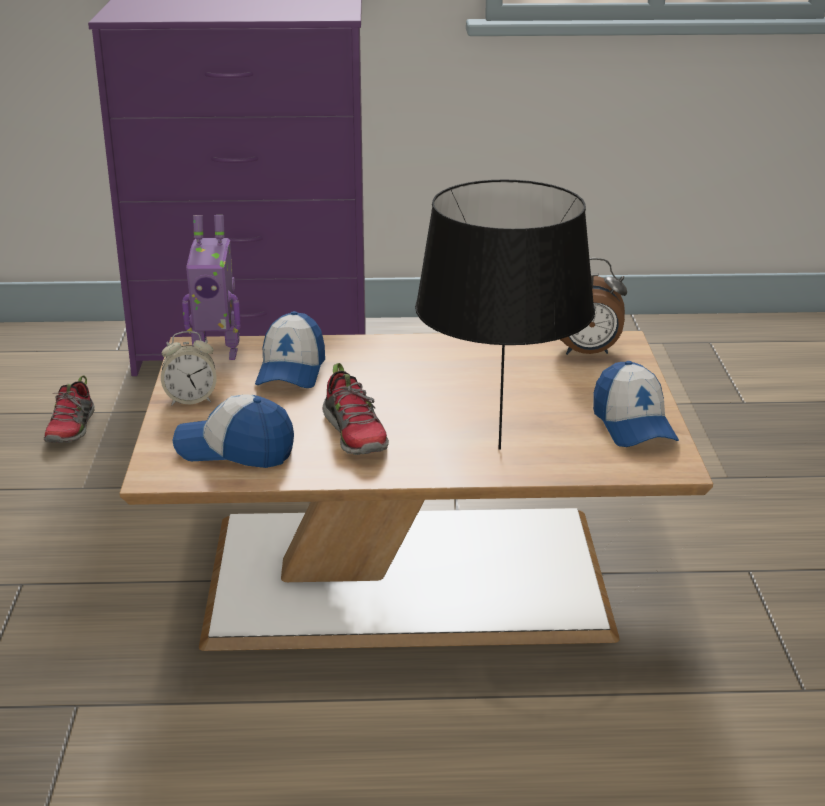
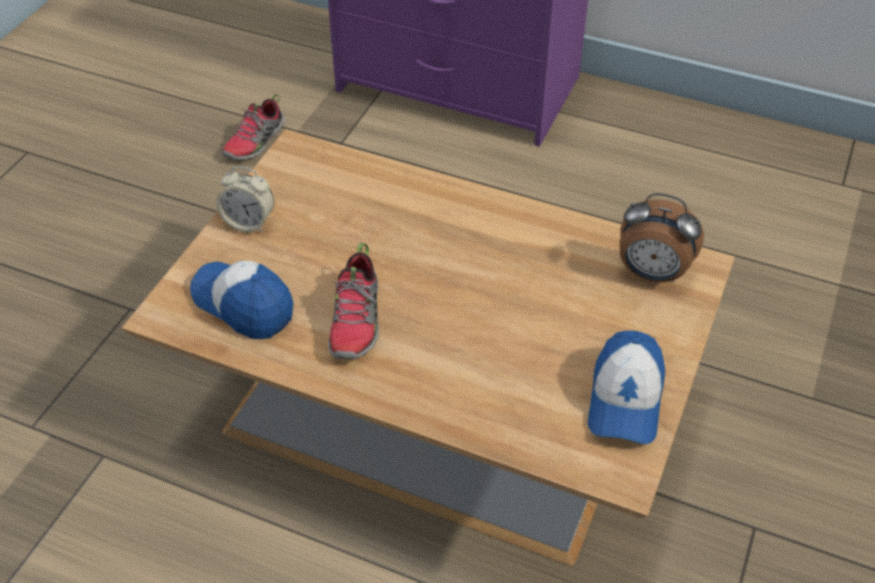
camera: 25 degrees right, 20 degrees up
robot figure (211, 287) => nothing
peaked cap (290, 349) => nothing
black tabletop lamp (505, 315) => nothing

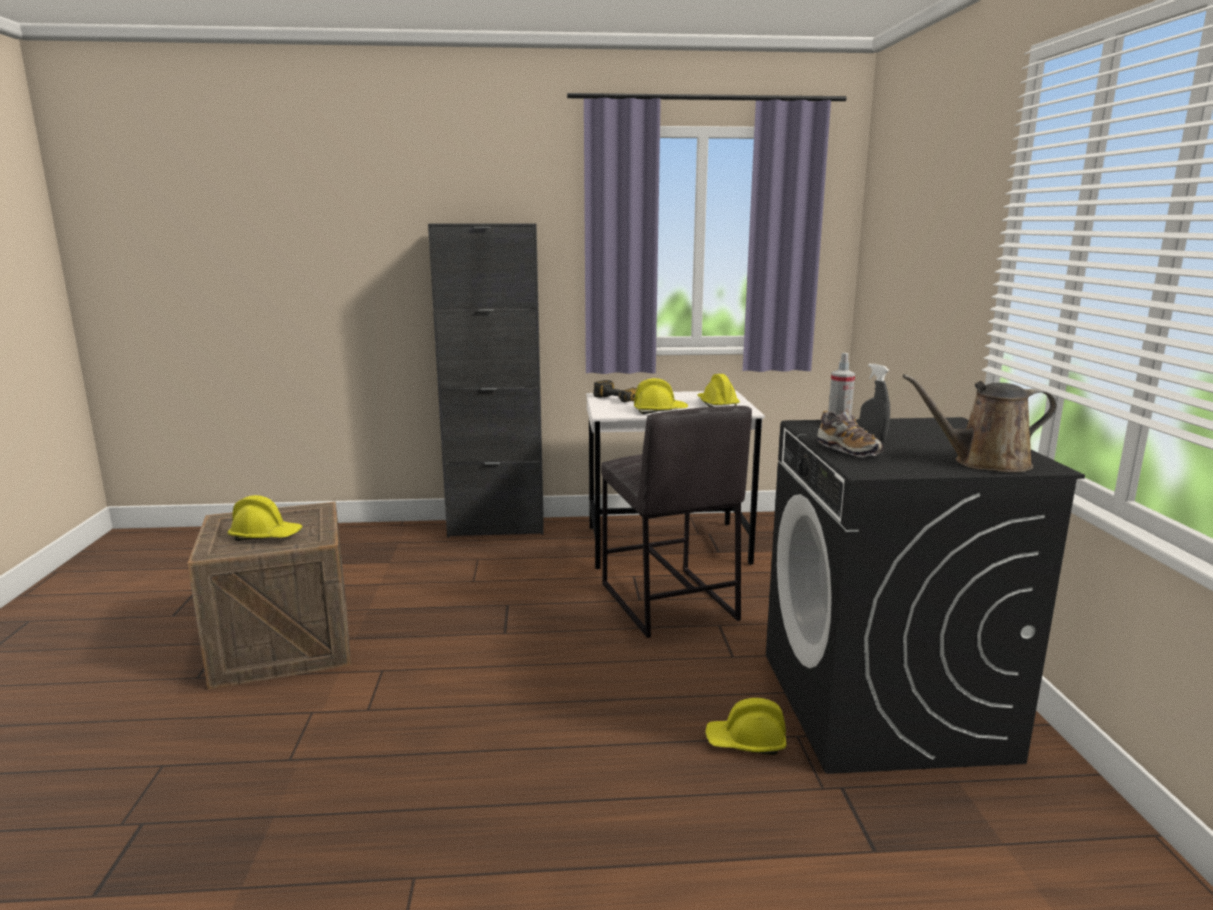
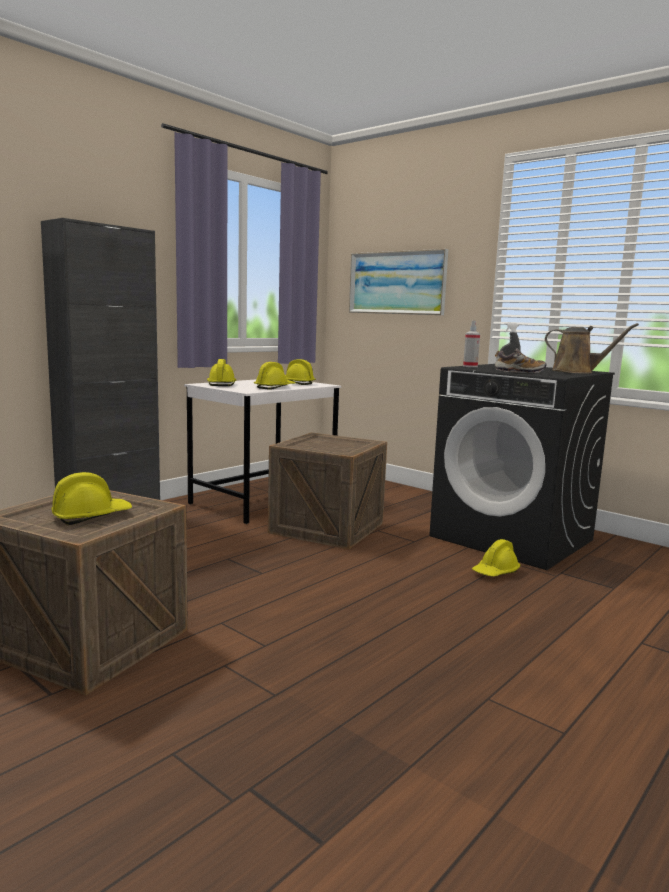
camera: 45 degrees left, 5 degrees down
electric drill (615, 391) => yellow safety helmet (221, 372)
grey stool seat (676, 522) => crate (327, 491)
nothing => wall art (398, 282)
brownish watering pot (979, 423) => brownish watering pot (592, 348), 105 degrees counterclockwise

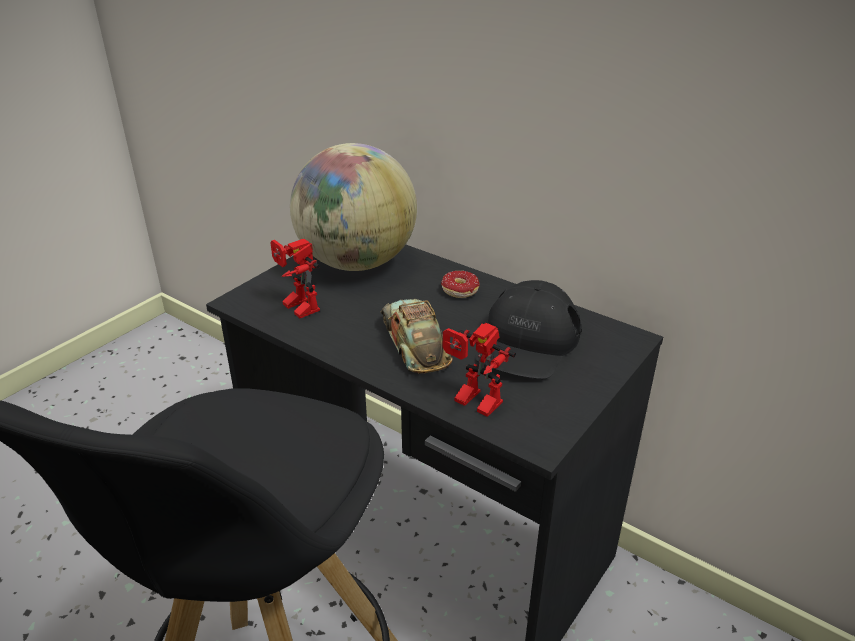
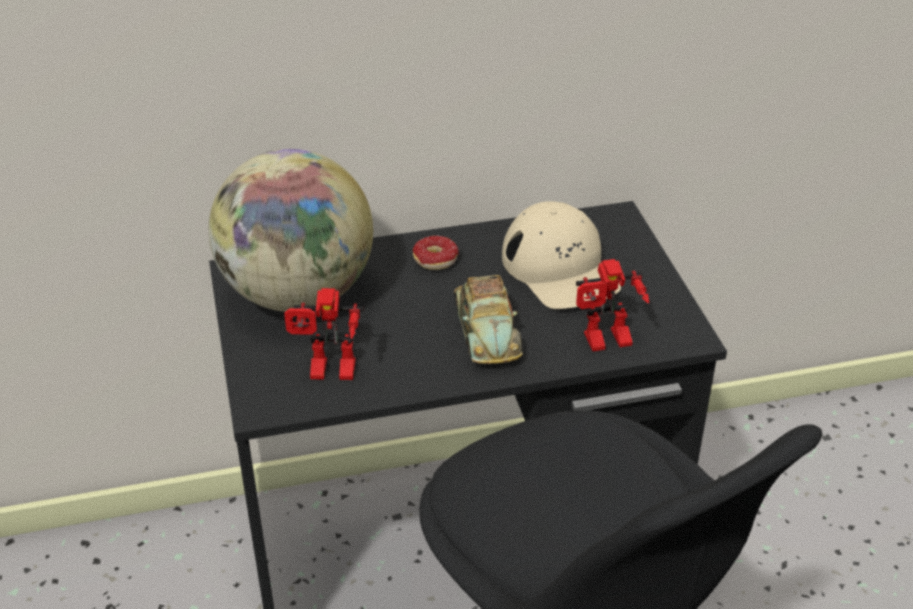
camera: 50 degrees left, 5 degrees up
model car (417, 336) => model car (488, 319), 120 degrees counterclockwise
black peaked cap (528, 329) => beige-coloured peaked cap (561, 255)

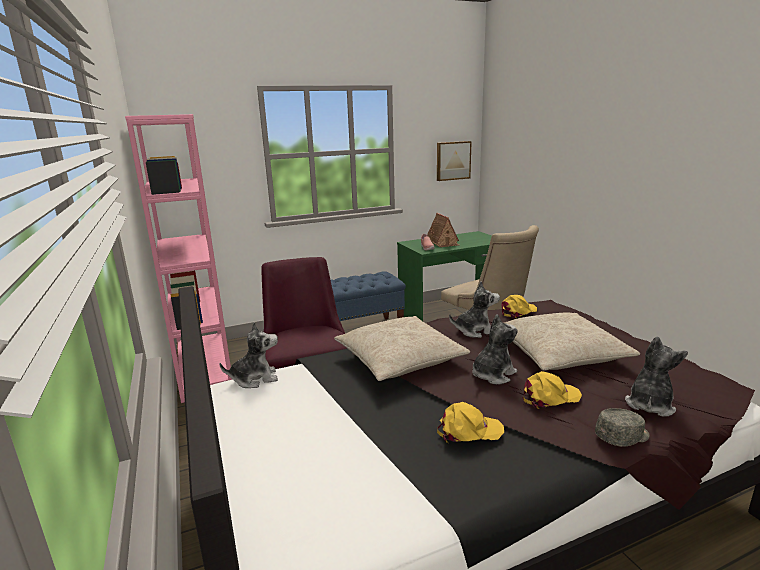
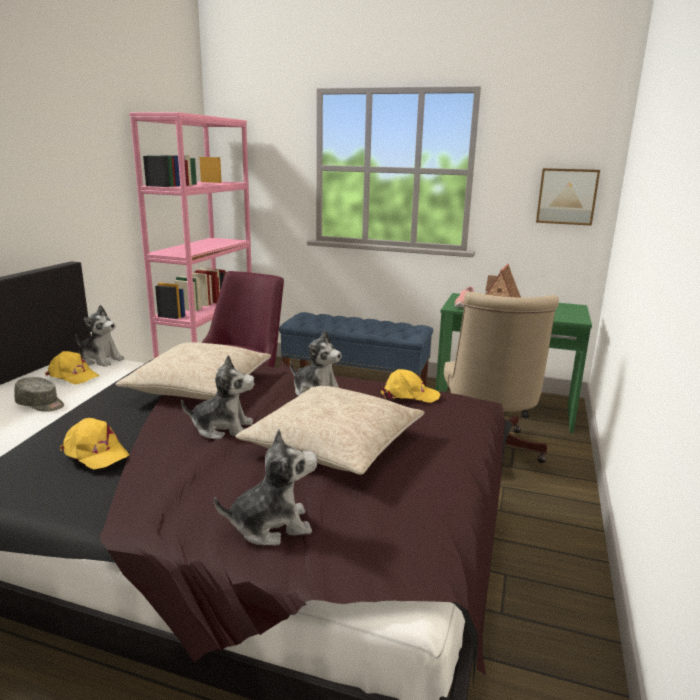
camera: 40 degrees right, 0 degrees up
grey peaked cap (622, 427) => grey peaked cap (39, 394), relocated
yellow peaked cap (552, 390) => yellow peaked cap (72, 368), relocated

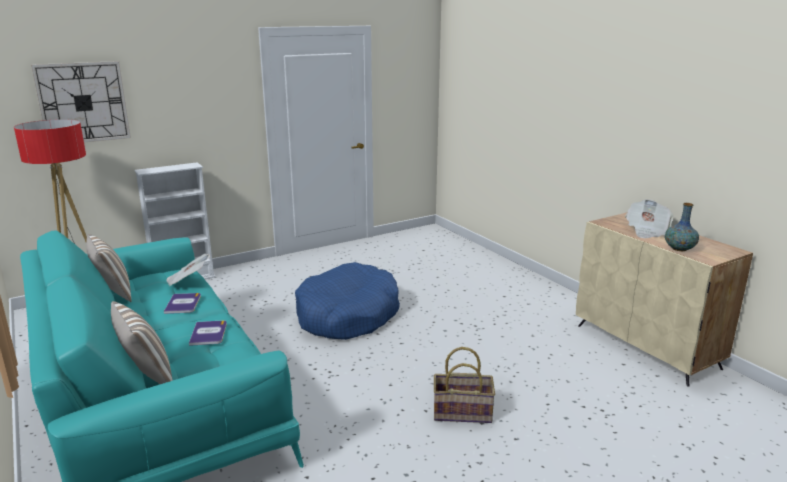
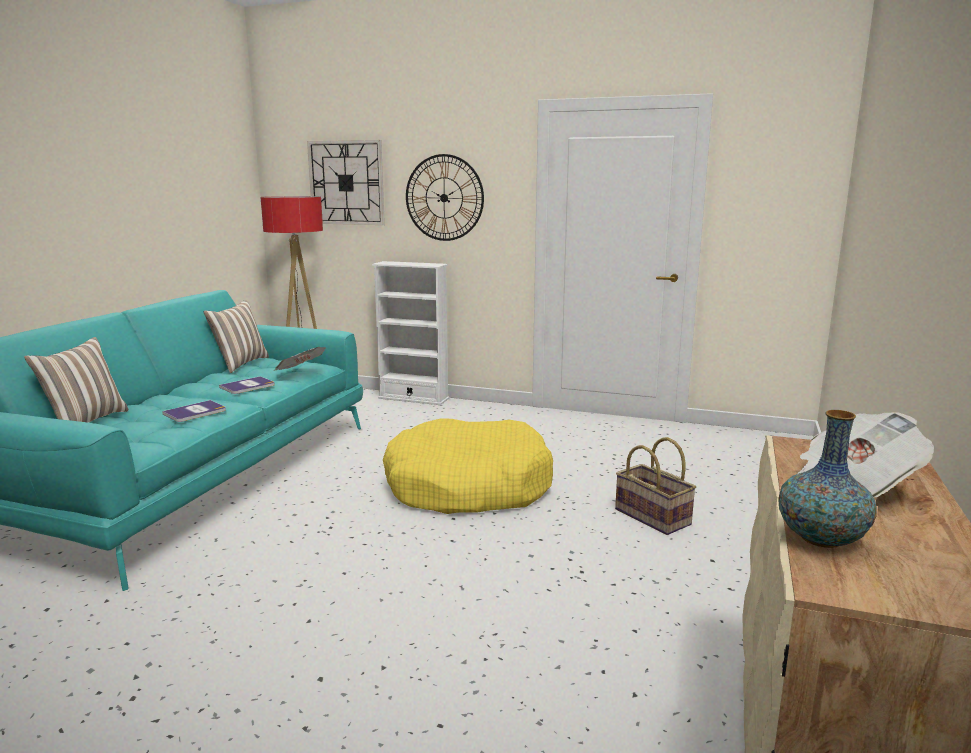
camera: 50 degrees right, 5 degrees down
bluish pet bed (347, 301) => yellow pet bed (468, 466)
nothing => hanging clock (445, 197)
household basket (464, 385) => household basket (655, 486), relocated

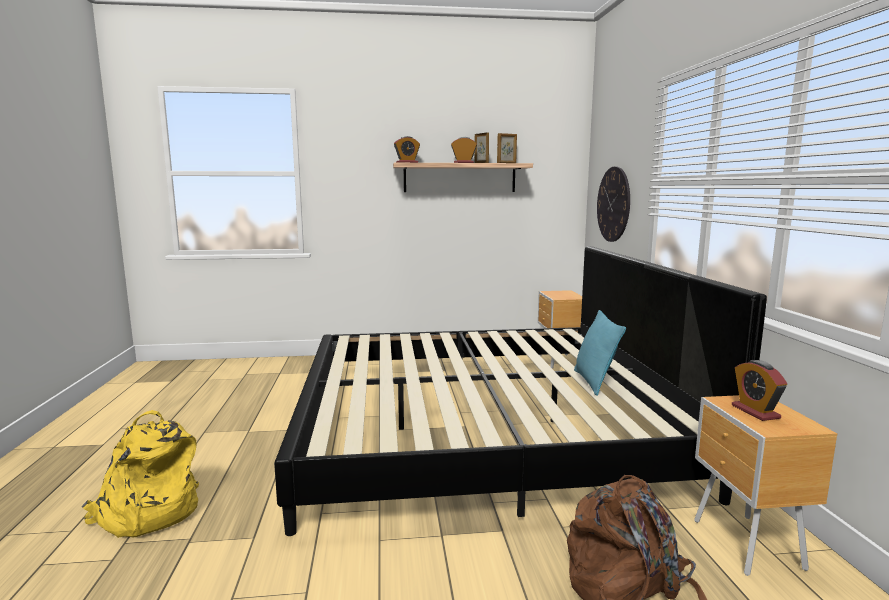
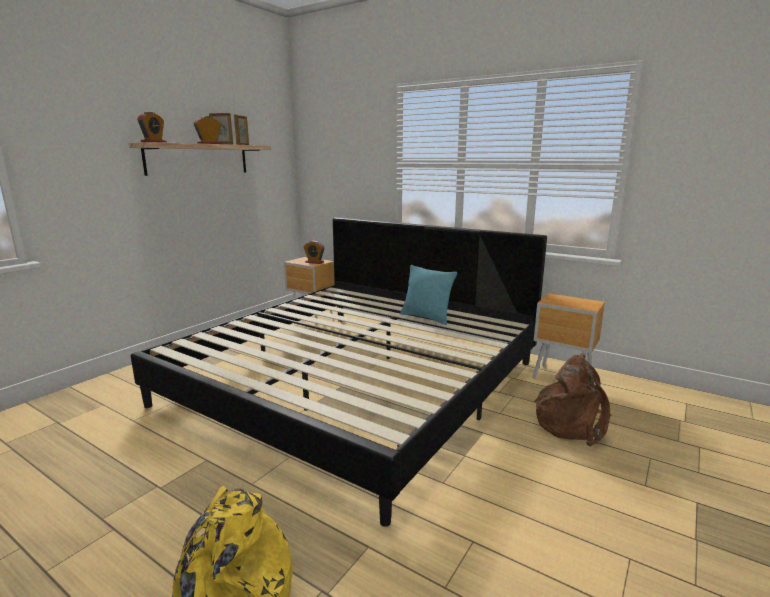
camera: 50 degrees left, 5 degrees up
alarm clock (759, 390) => alarm clock (314, 252), relocated
hanging clock (613, 204) => nothing

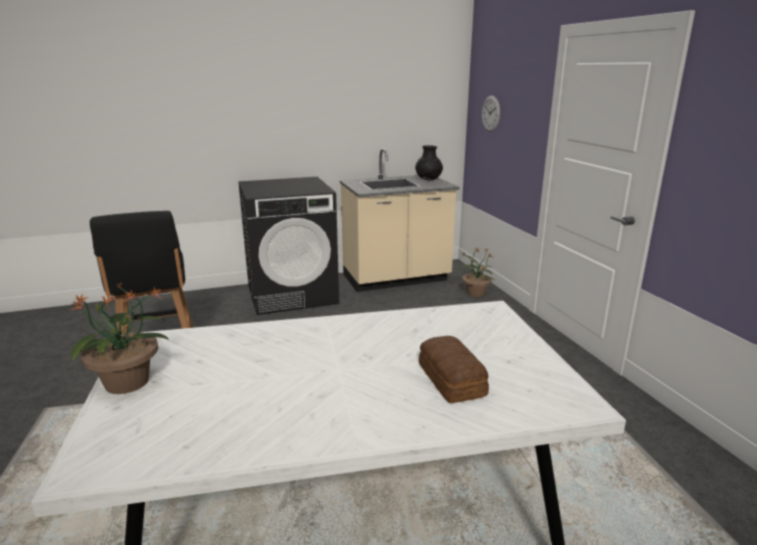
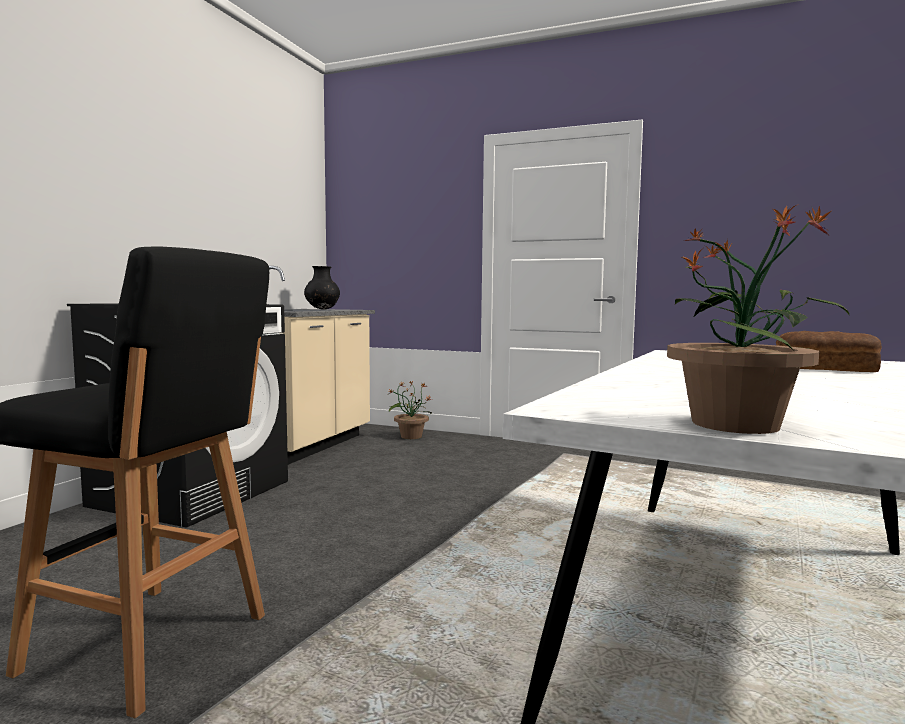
camera: 50 degrees left, 15 degrees down
hanging clock (491, 114) => nothing

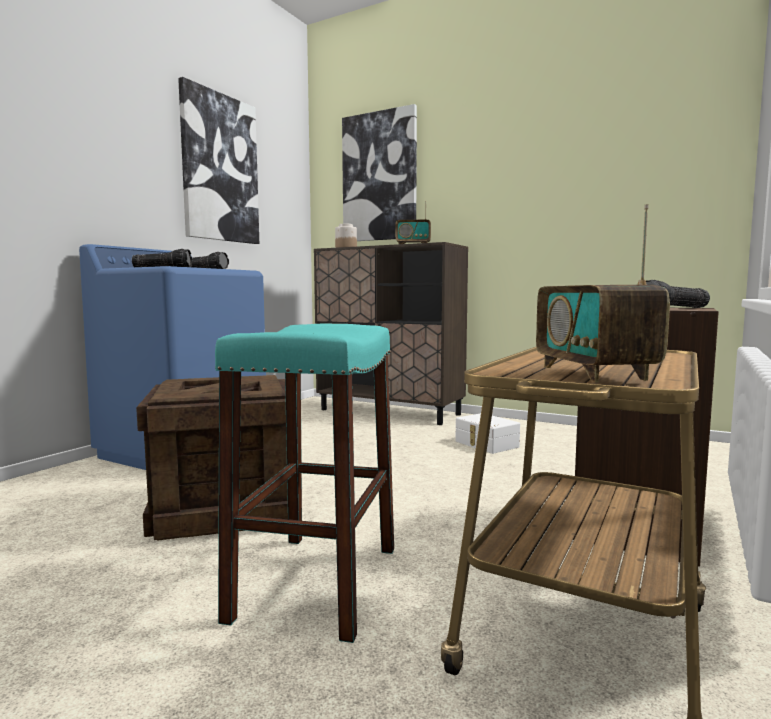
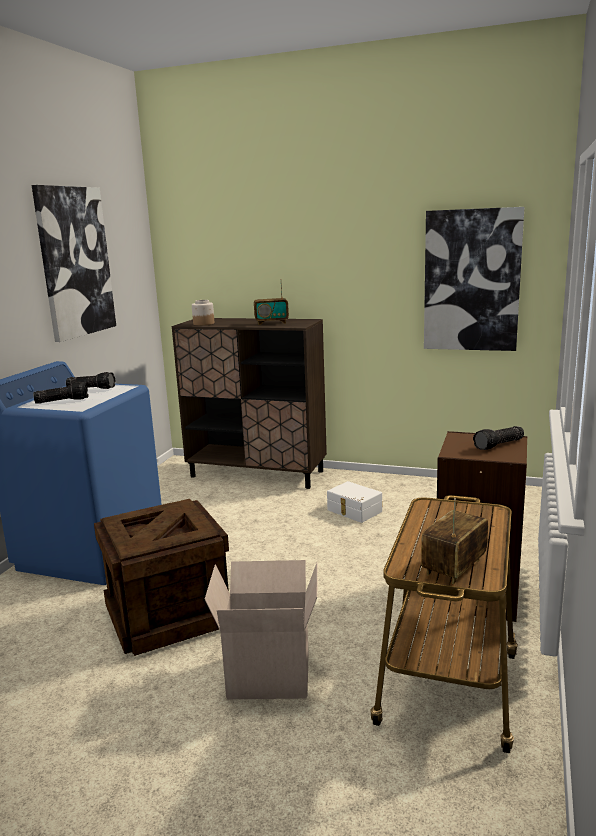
camera: 10 degrees left, 10 degrees up
turquoise stool seat (304, 483) => cardboard box (261, 629)
radio receiver (603, 293) => radio receiver (454, 541), 60 degrees clockwise
wall art (379, 172) => wall art (474, 279), relocated

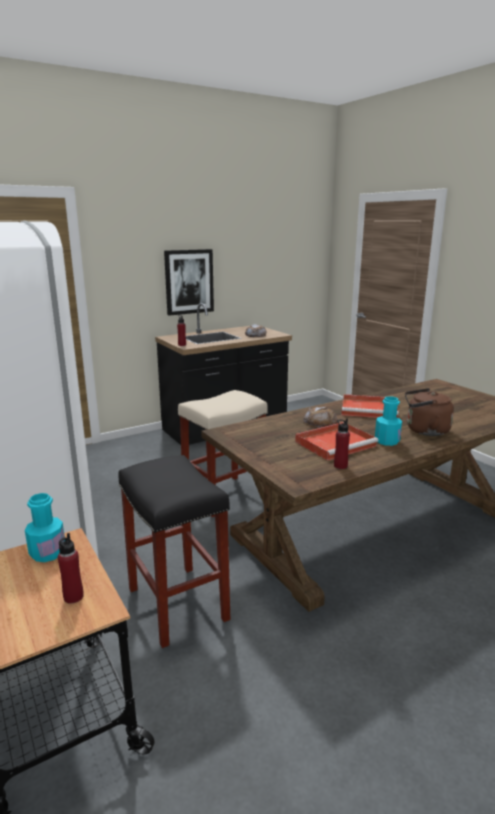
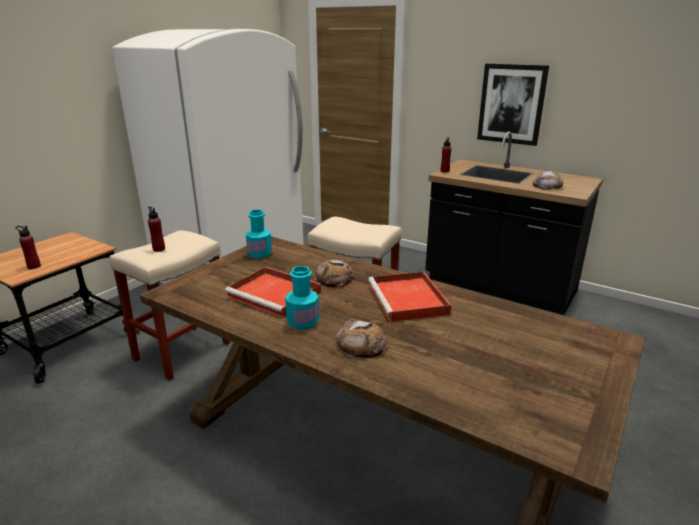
camera: 65 degrees right, 5 degrees up
black stool seat (174, 551) => beige-coloured stool seat (169, 305)
red bottle (342, 444) => red bottle (156, 229), relocated
turquoise bottle (45, 527) => turquoise bottle (259, 233), relocated
brownish water kettle (429, 412) => baked bread (361, 338)

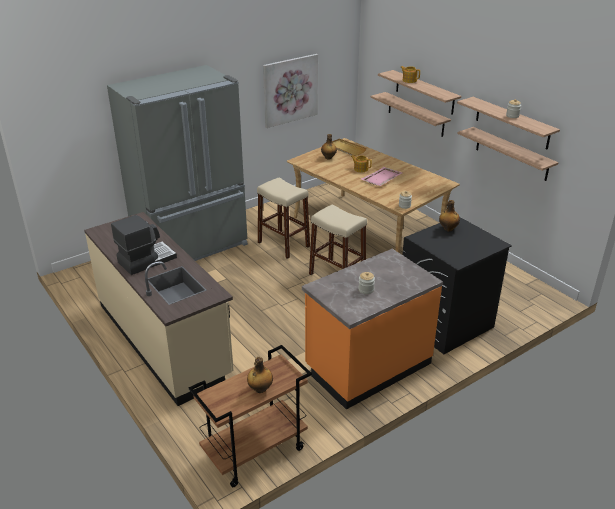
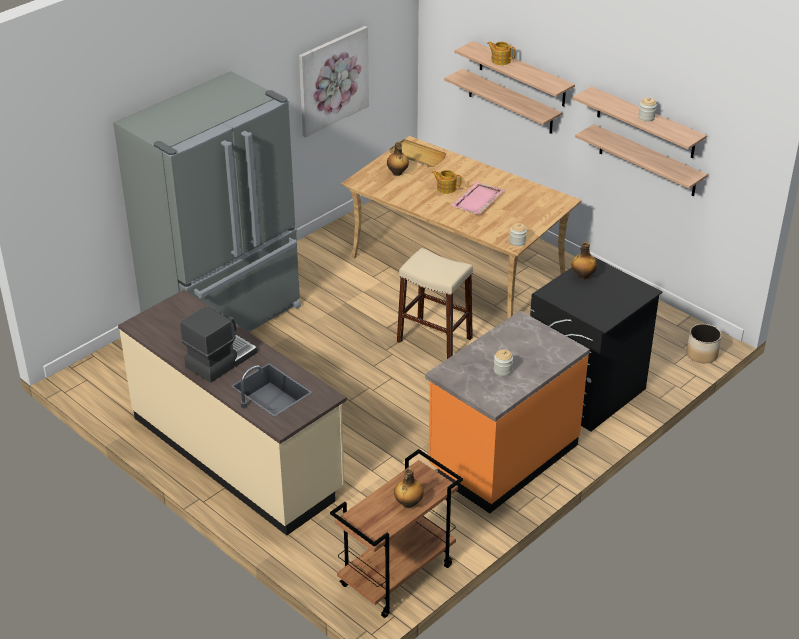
camera: 10 degrees left, 5 degrees up
nothing => flower pot (704, 343)
beige-coloured stool seat (283, 218) => nothing

